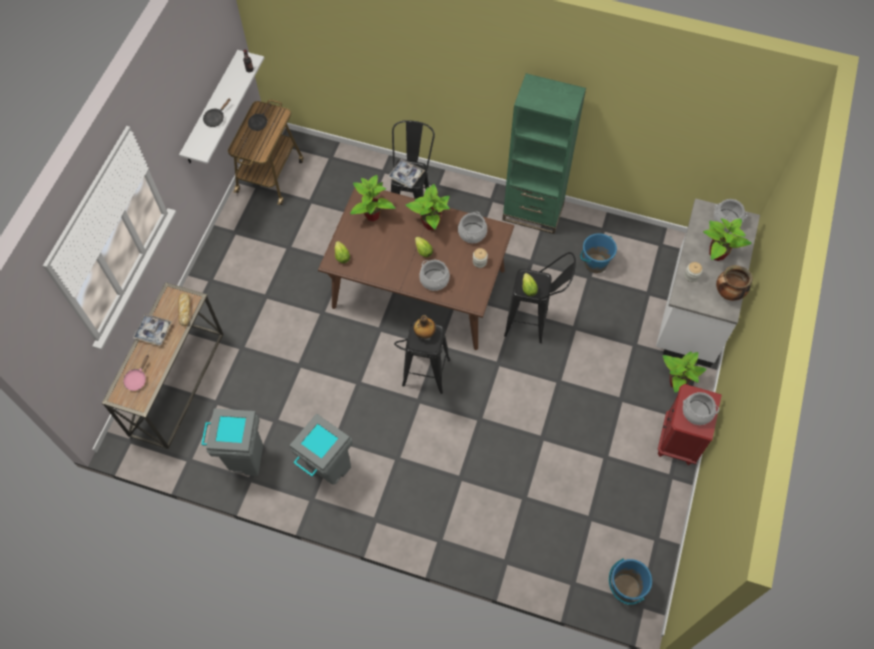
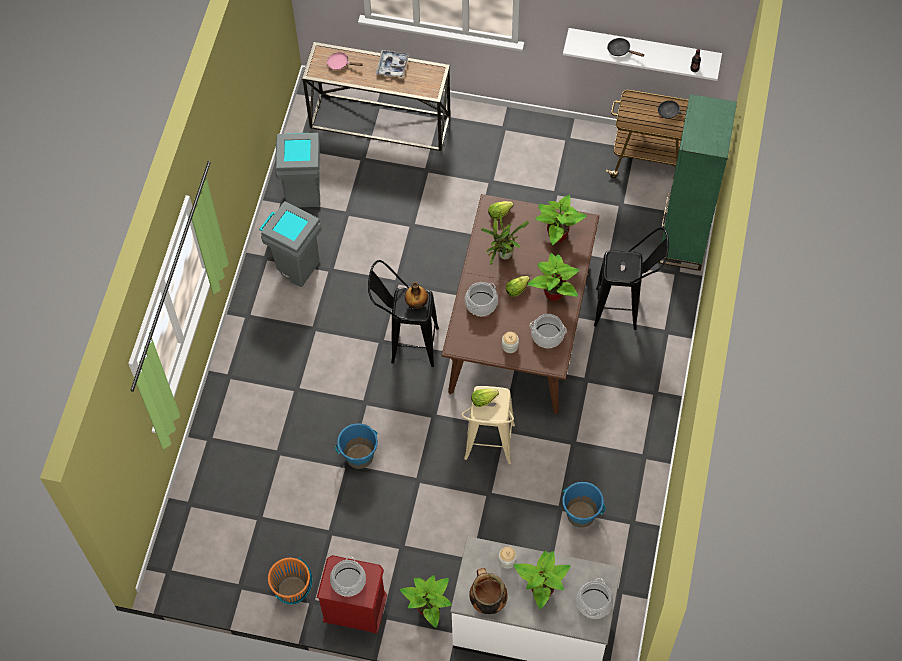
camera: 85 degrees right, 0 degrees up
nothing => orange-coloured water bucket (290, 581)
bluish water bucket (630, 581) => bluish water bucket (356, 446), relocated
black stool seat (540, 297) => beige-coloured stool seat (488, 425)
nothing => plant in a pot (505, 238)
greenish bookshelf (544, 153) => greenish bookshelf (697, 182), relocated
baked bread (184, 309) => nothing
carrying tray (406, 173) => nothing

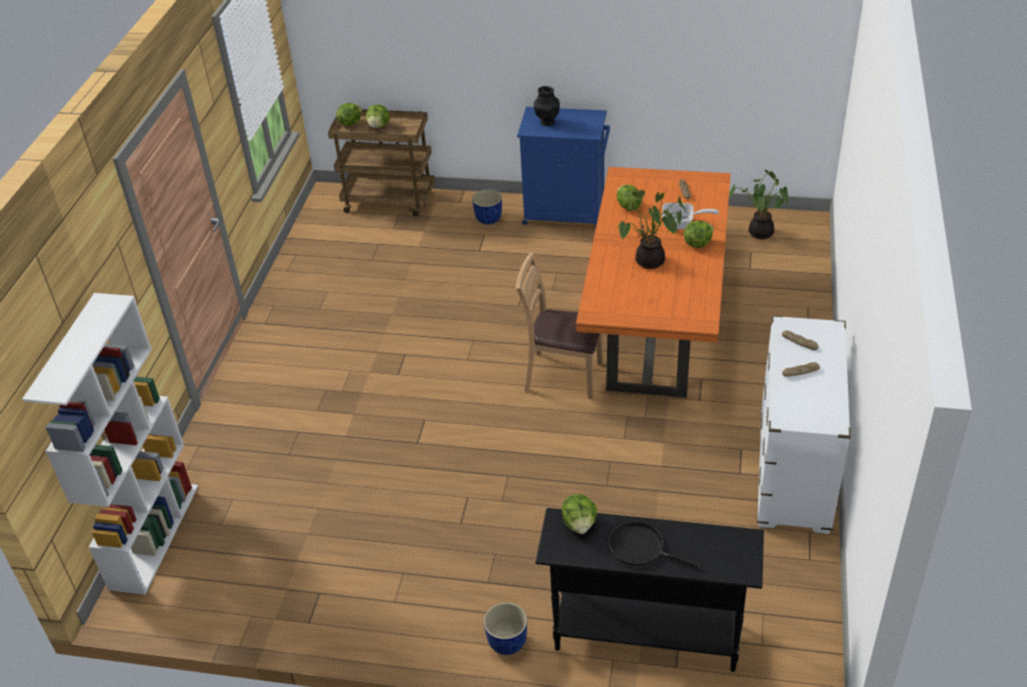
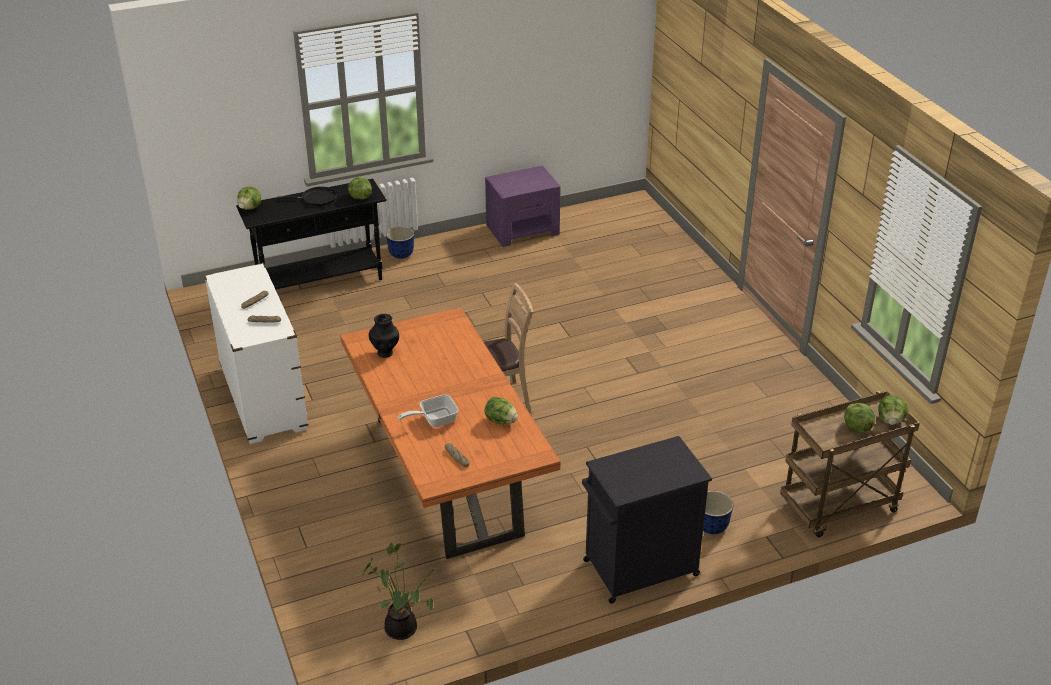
camera: 145 degrees right, 5 degrees down
head of lettuce (698, 234) => head of lettuce (249, 198), relocated
black vase (547, 106) => black vase (384, 336), relocated
nothing => purple-coloured night table (523, 206)
bluish cabinet (563, 167) => black cabinet (647, 520)
white-coloured bookshelf (110, 444) => nothing
plant in a pot (652, 229) => nothing

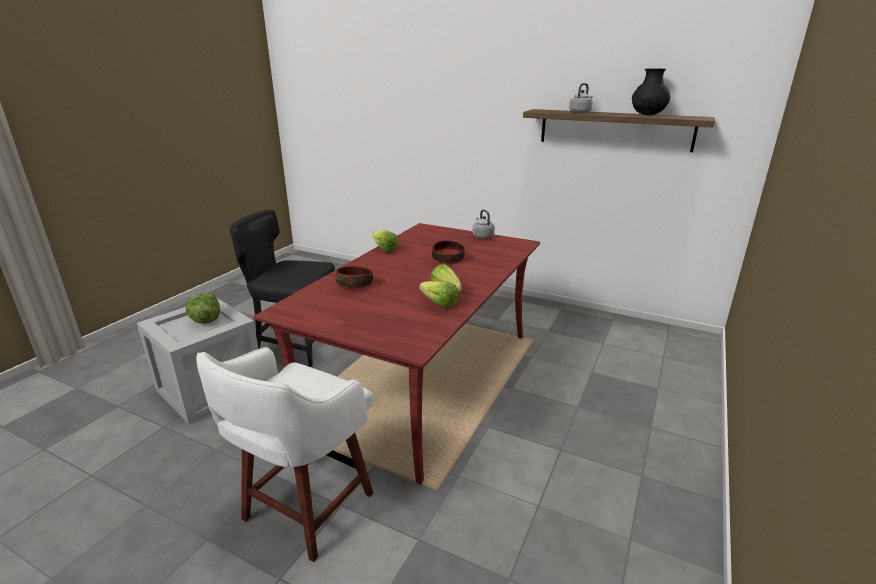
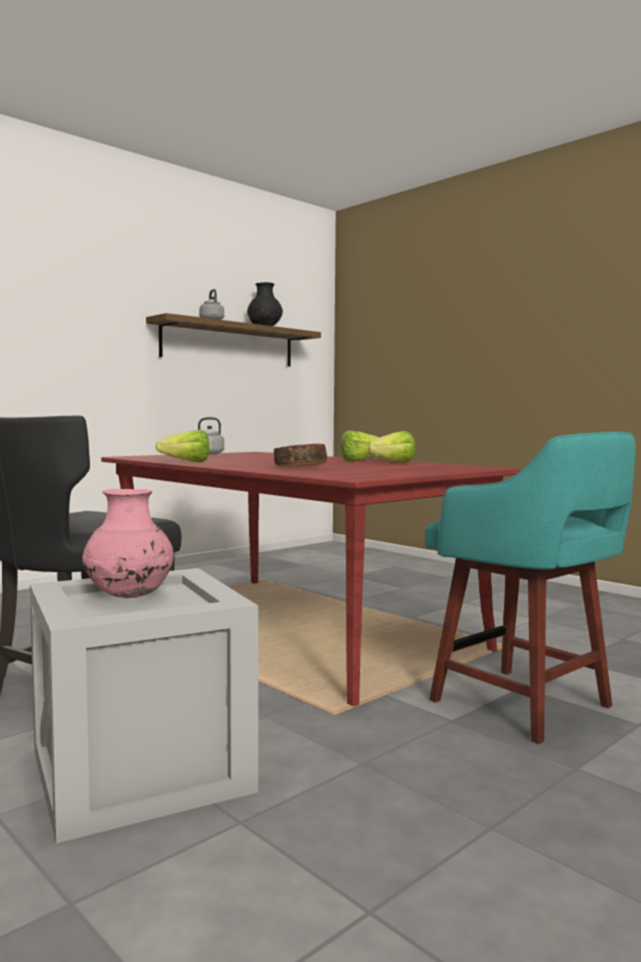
camera: 70 degrees left, 20 degrees down
head of lettuce (203, 308) => pink vase (128, 543)
white-coloured stool seat (285, 454) => turquoise stool seat (530, 588)
bowl (448, 252) => nothing

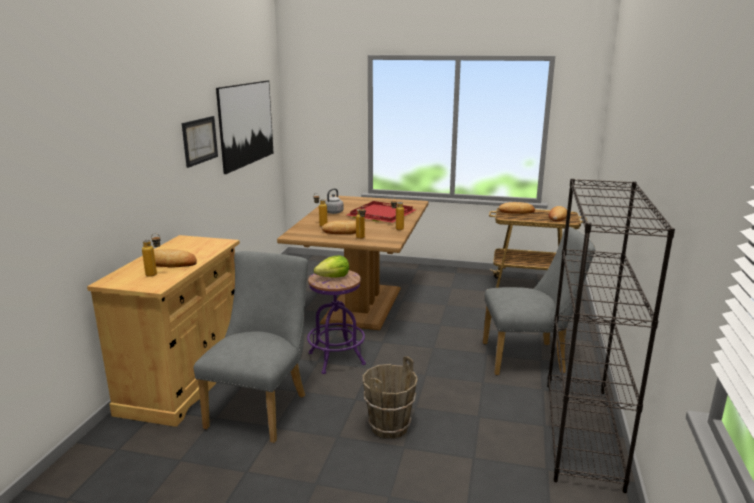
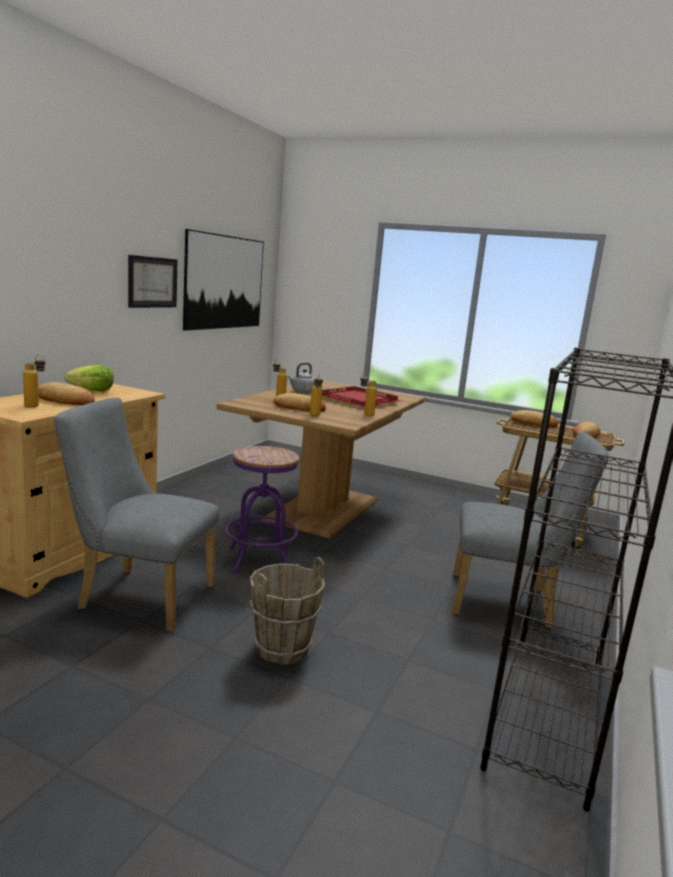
camera: 10 degrees right, 5 degrees down
grey plain chair (251, 347) => grey plain chair (137, 515), 105 degrees counterclockwise
head of lettuce (331, 267) => head of lettuce (88, 378), relocated

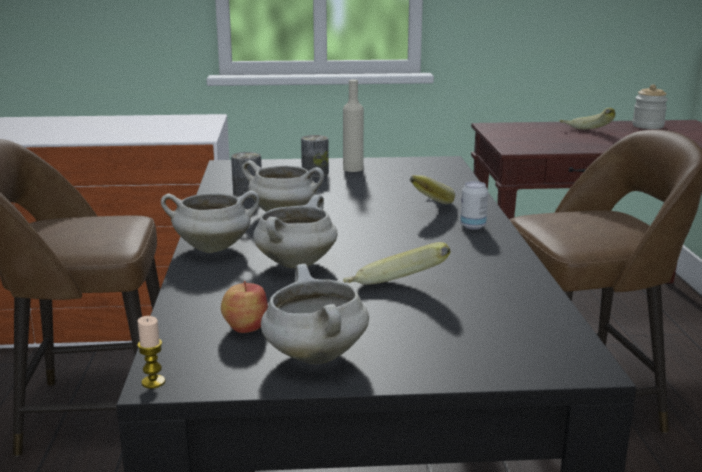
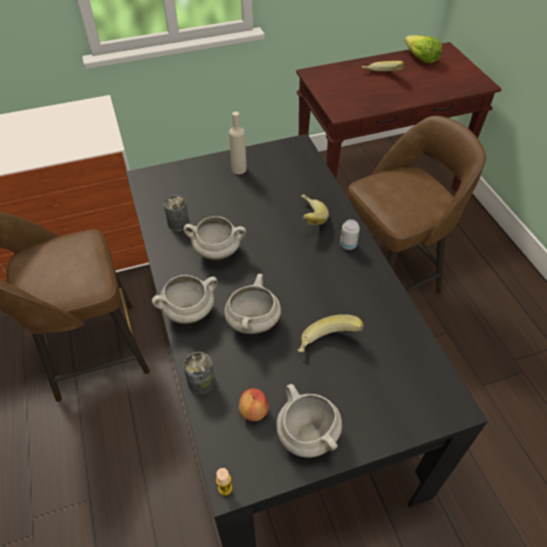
camera: 15 degrees left, 30 degrees up
sealed can (315, 156) => sealed can (199, 373), relocated
jar (650, 106) => head of lettuce (423, 49)

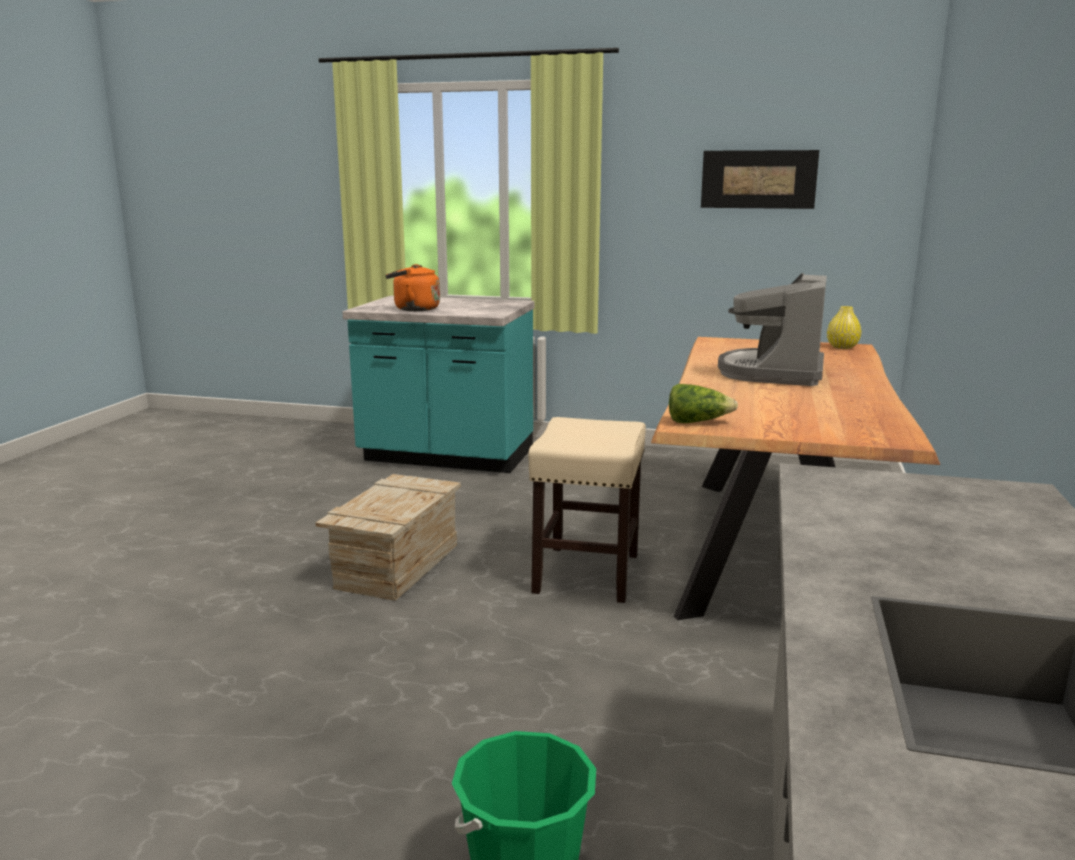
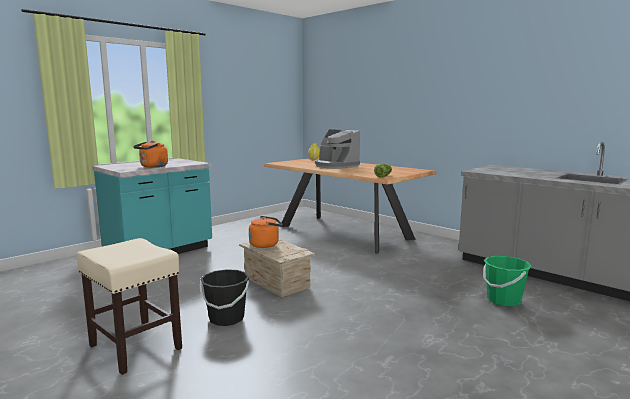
camera: 60 degrees left, 5 degrees down
beige-coloured stool seat (587, 510) => beige-coloured stool seat (129, 306), relocated
nothing => black water bucket (224, 297)
nothing => orange-coloured water kettle (266, 232)
wall art (760, 179) => nothing

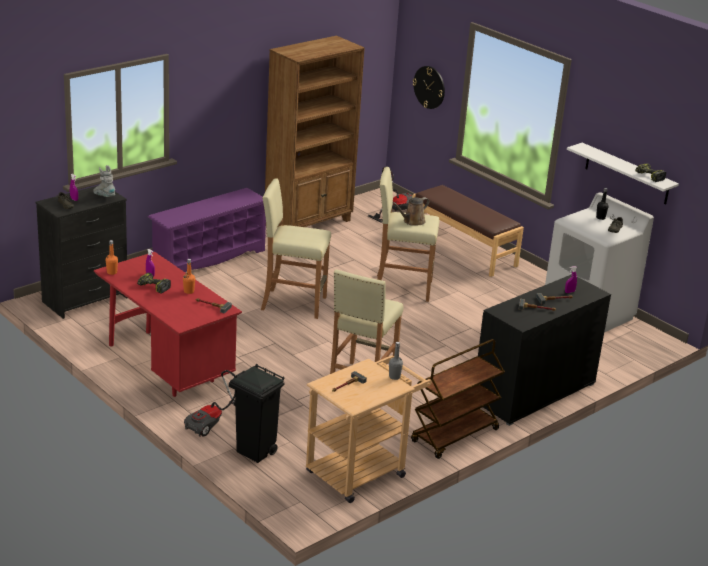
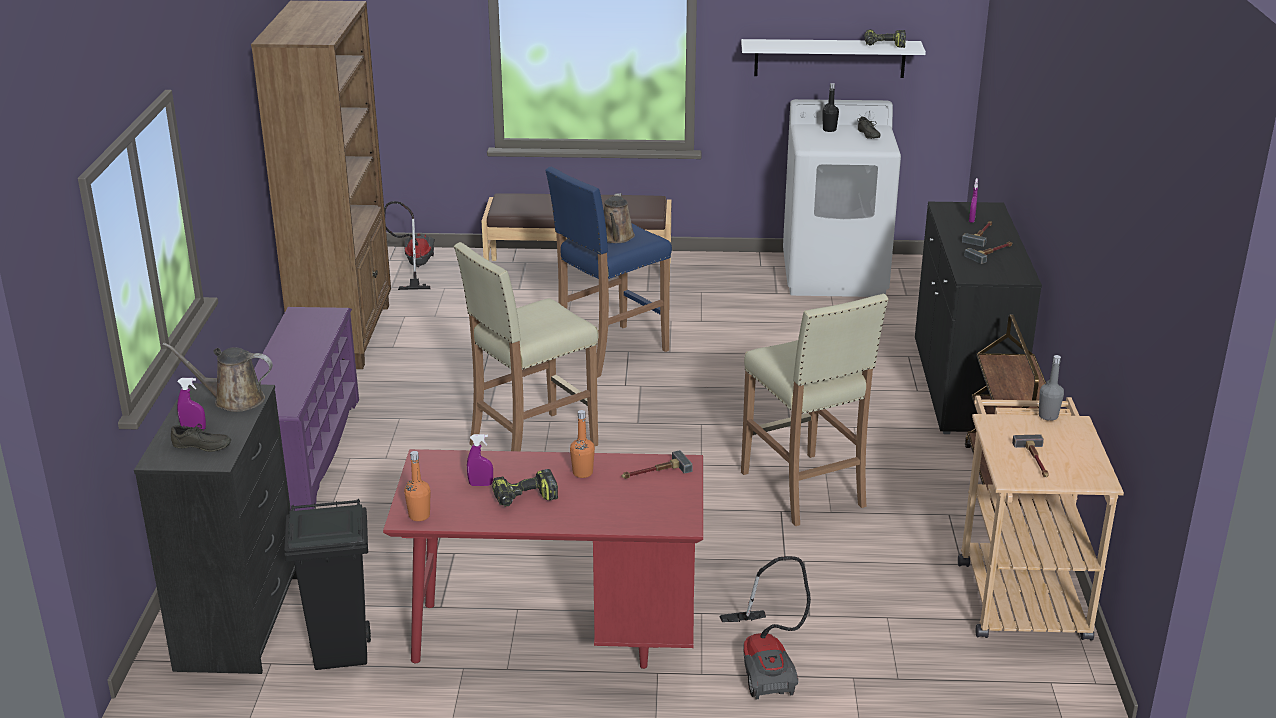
camera: 45 degrees left, 0 degrees up
grey tall boot (104, 181) => brownish watering pot (218, 377)
black waste bin (257, 413) => black waste bin (327, 584), relocated
beige-coloured stool seat (408, 234) => bluish stool seat (608, 272)
hanging clock (429, 87) => nothing

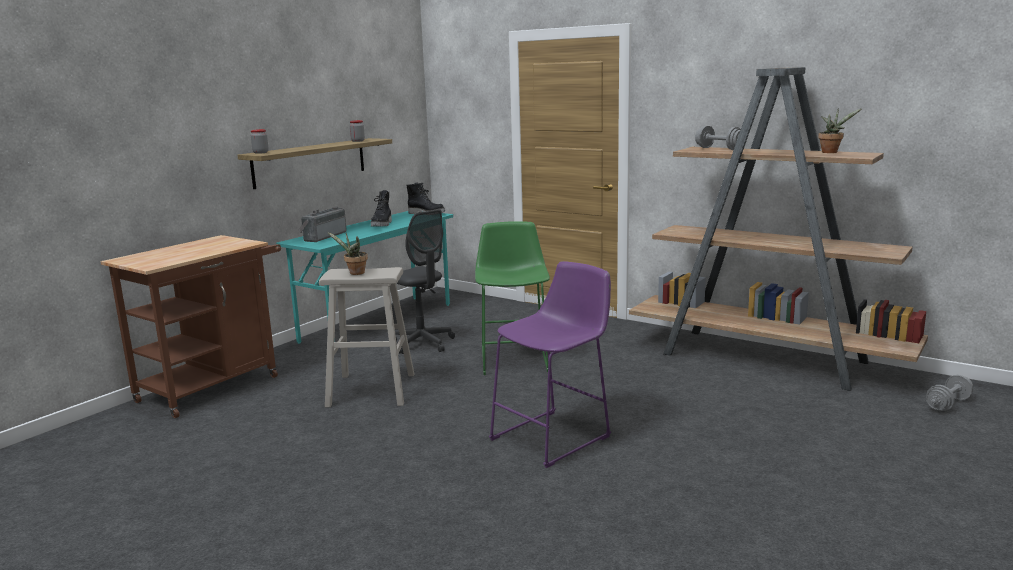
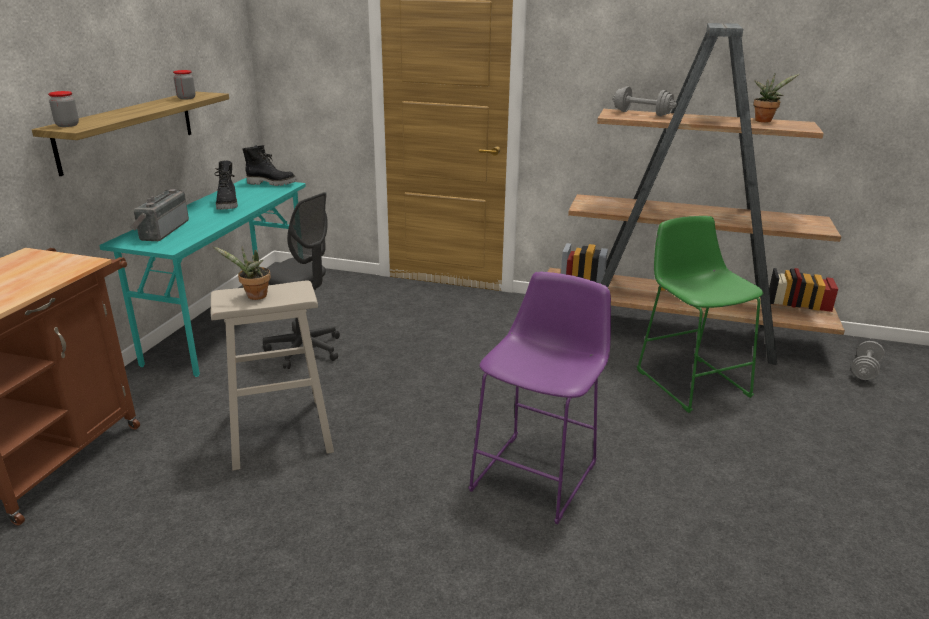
camera: 20 degrees left, 10 degrees up
greenish stool seat (512, 298) => greenish stool seat (700, 314), relocated

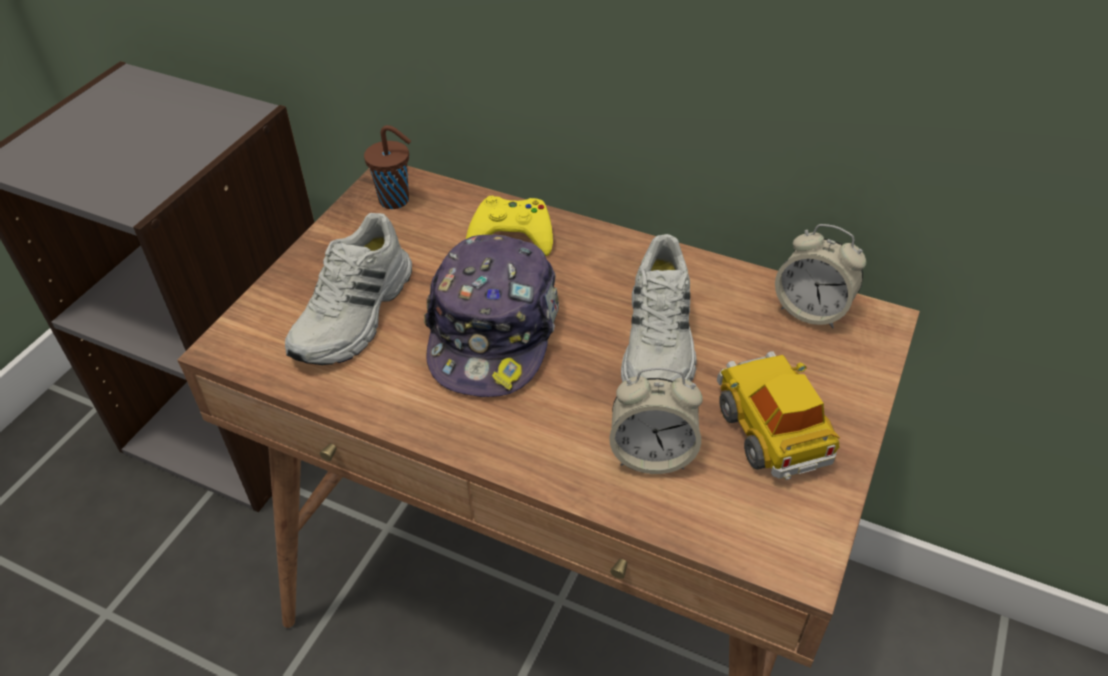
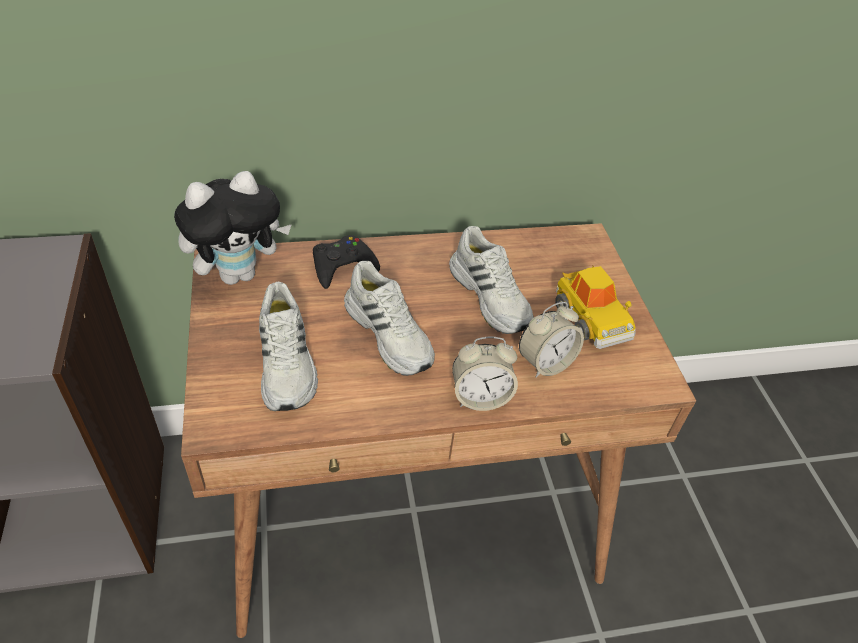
camera: 40 degrees left, 0 degrees up
brownish small cup (387, 167) => cuddly toy (233, 228)
yellow gamepad (509, 226) => black gamepad (346, 262)
peaked cap (491, 316) => white-coloured shoe (389, 318)
alarm clock (820, 276) => alarm clock (485, 374), relocated
model car (778, 415) => model car (595, 307), 150 degrees counterclockwise

